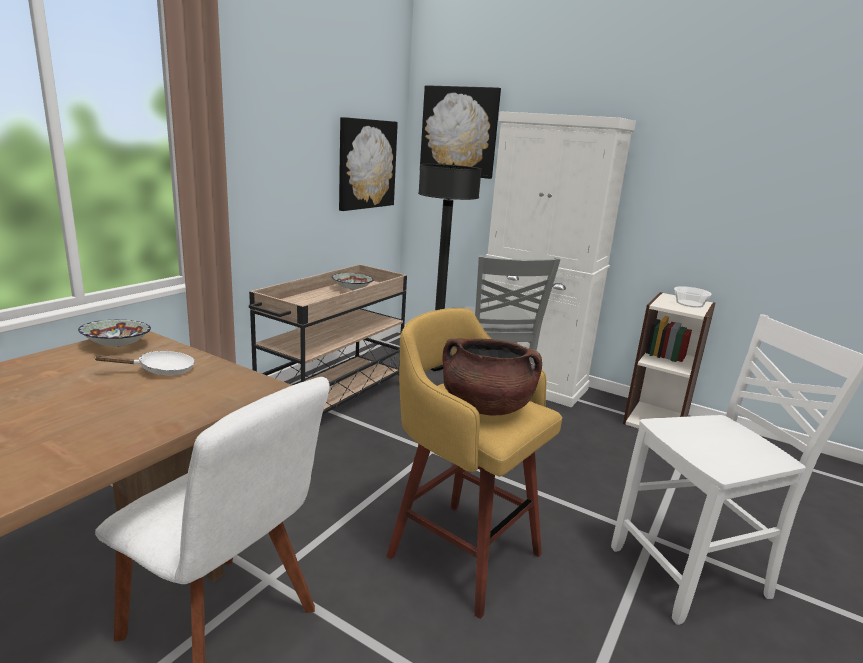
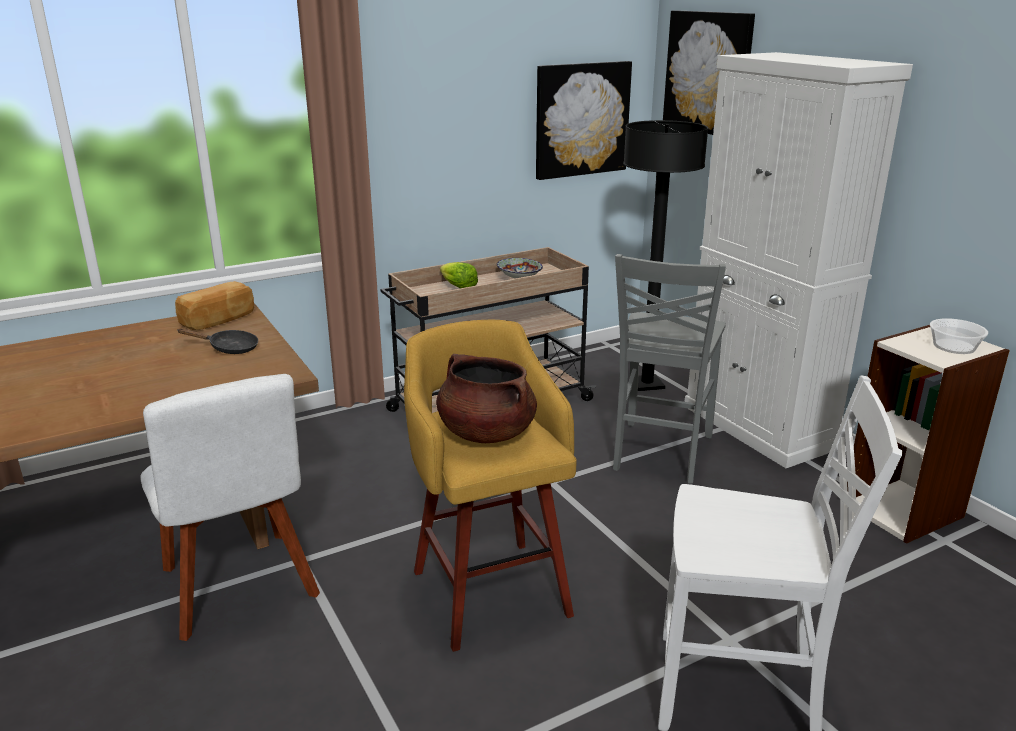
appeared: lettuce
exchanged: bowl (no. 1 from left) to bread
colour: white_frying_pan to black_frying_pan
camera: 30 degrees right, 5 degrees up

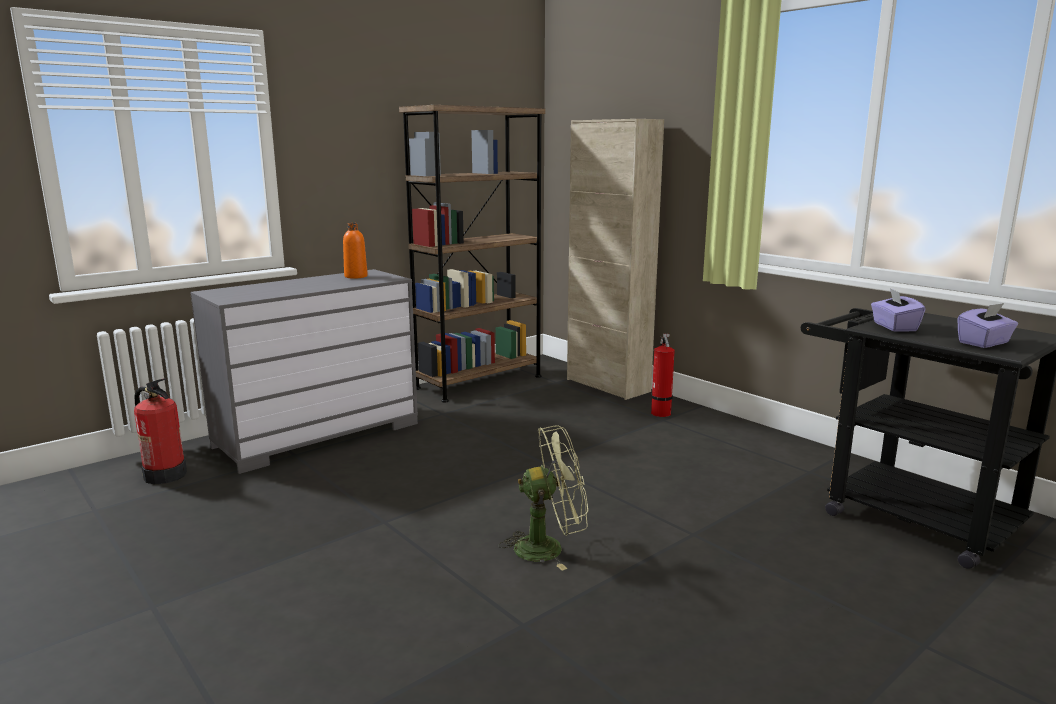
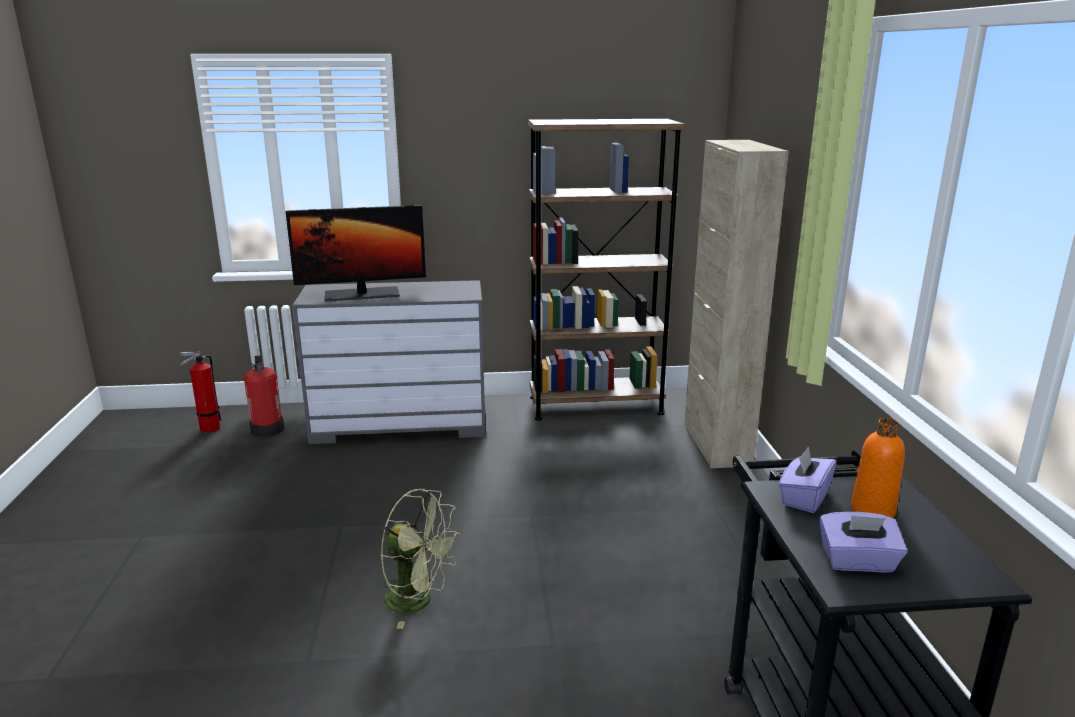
appeared: monitor
relocated: orange_bottle; fire_extinguisher (no. 2 from left in the first image) to fire_extinguisher (no. 1 from left)
camera: 35 degrees right, 5 degrees up

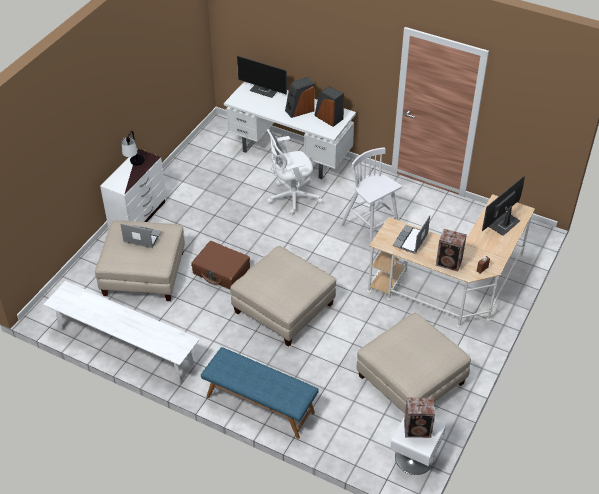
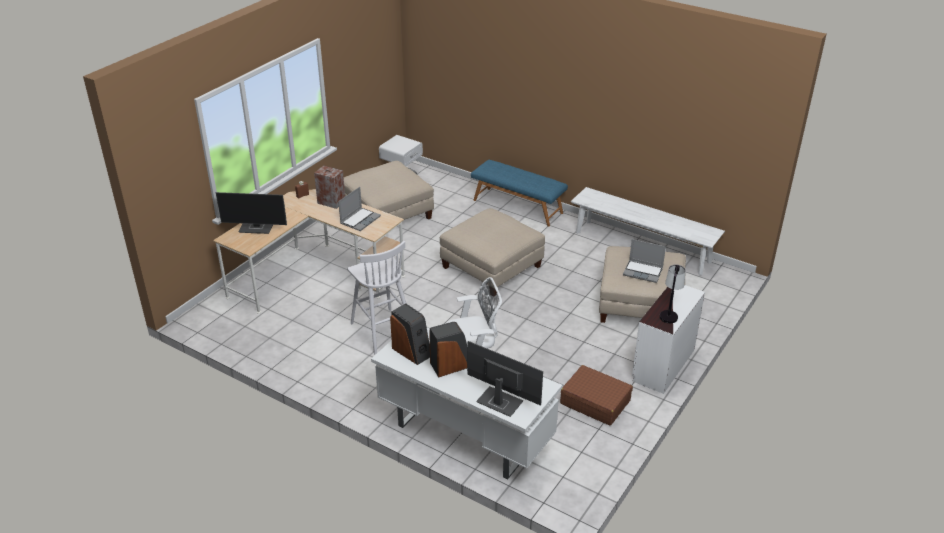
missing: speaker (no. 3 from left)
relocated: brown_suitcase
spun: monitor (no. 2 from left in the first image) 45 degrees clockwise
camera: 175 degrees left, 10 degrees down

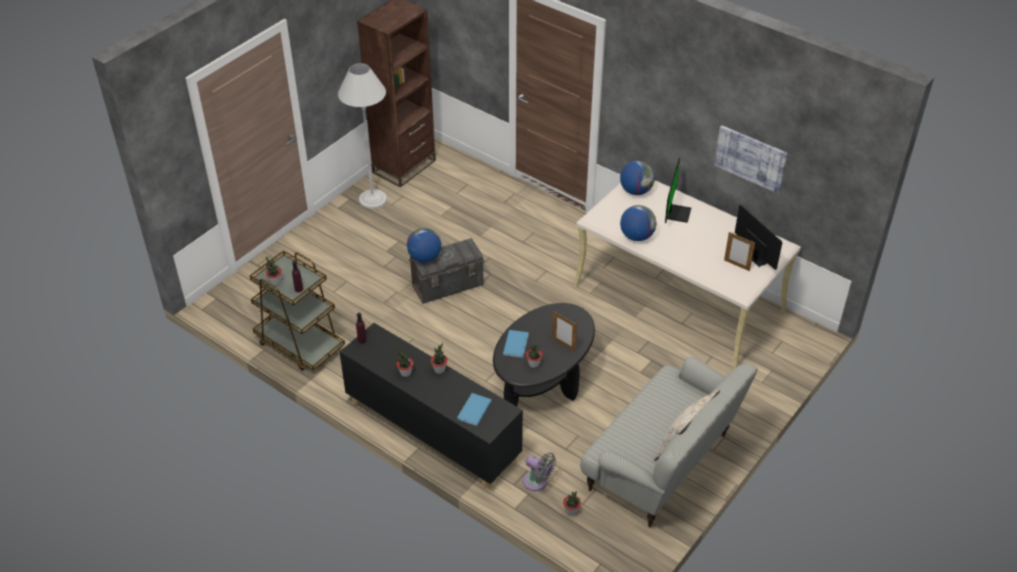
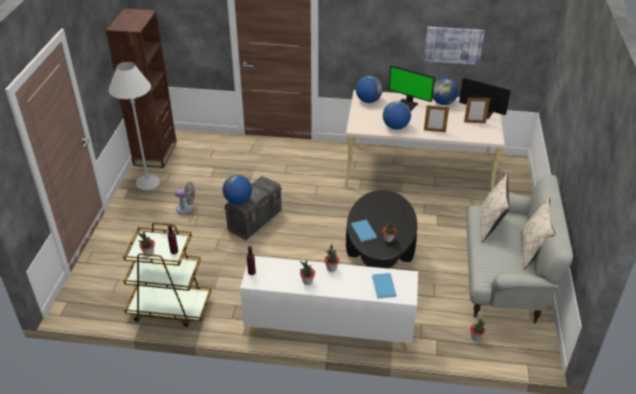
appeared: globe (no. 4 from left); beige_pillow (no. 1 from left)
relocated: picture_frame (no. 1 from left); grey_fan
colour: black_cabinet to white_cabinet
spun: monitor (no. 1 from left) 135 degrees clockwise
camera: 30 degrees left, 5 degrees down

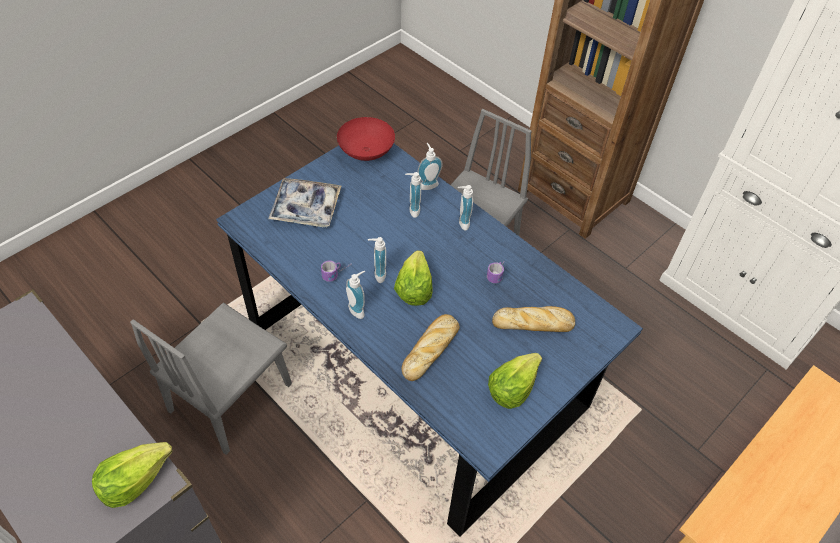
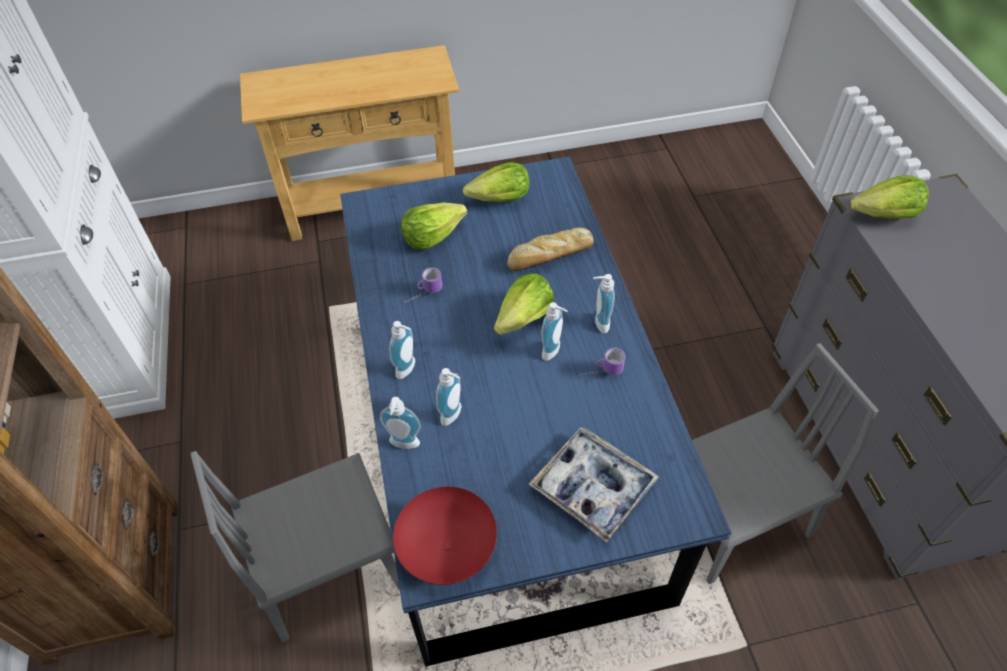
exchanged: bread (no. 2 from left) to lettuce (no. 1 from left)
camera: 145 degrees left, 0 degrees up

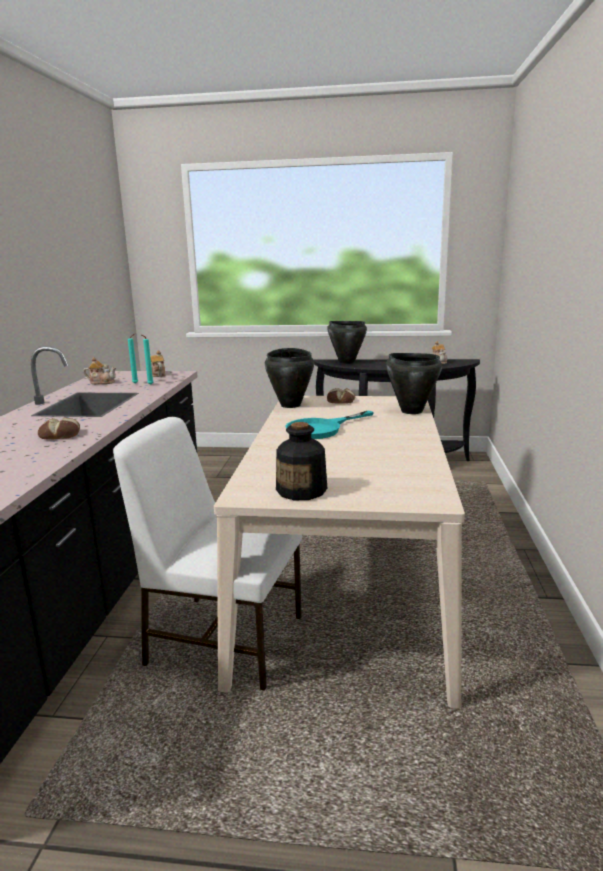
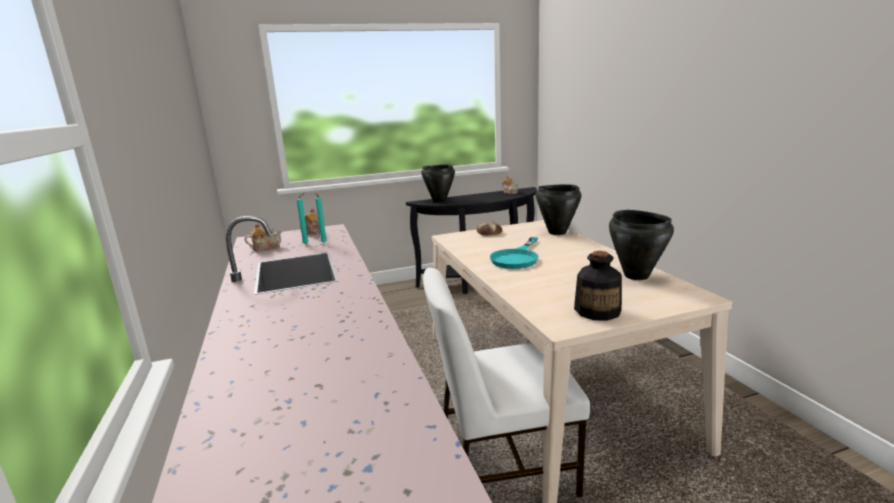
missing: bread (no. 1 from left)
relocated: black_cooking_pot (no. 1 from left in the first image) to black_cooking_pot (no. 3 from left)
camera: 25 degrees left, 0 degrees up

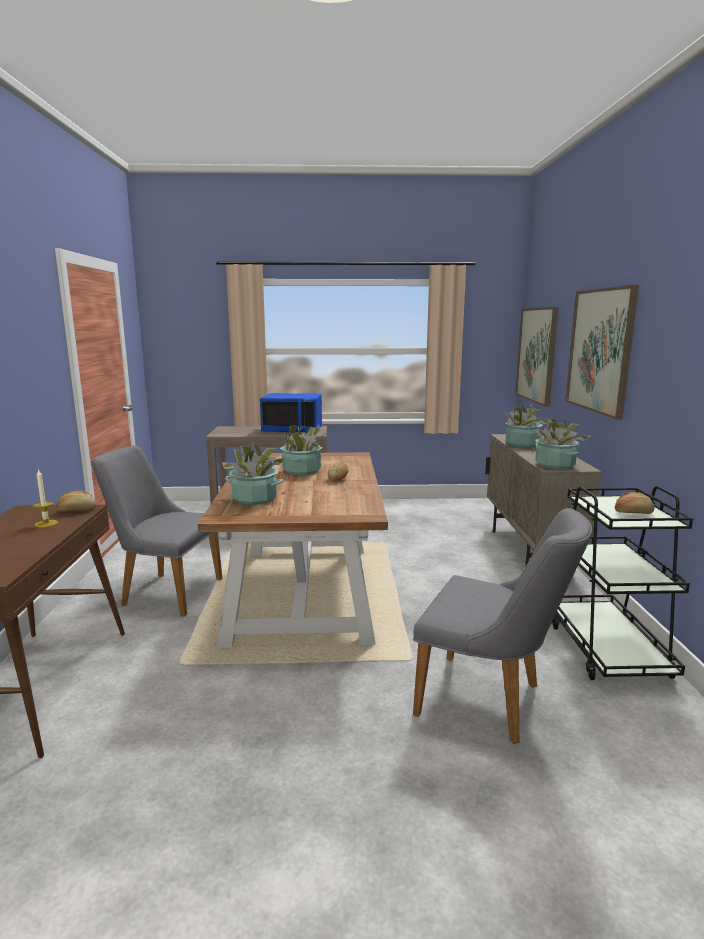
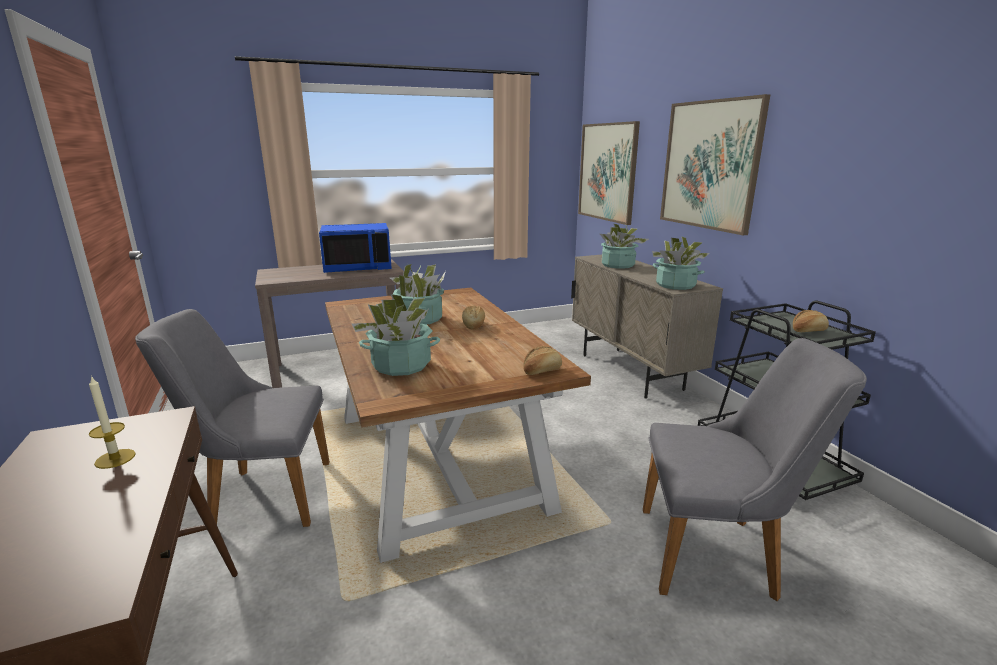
relocated: bread (no. 1 from left in the first image) to bread (no. 2 from left)
camera: 20 degrees left, 5 degrees up

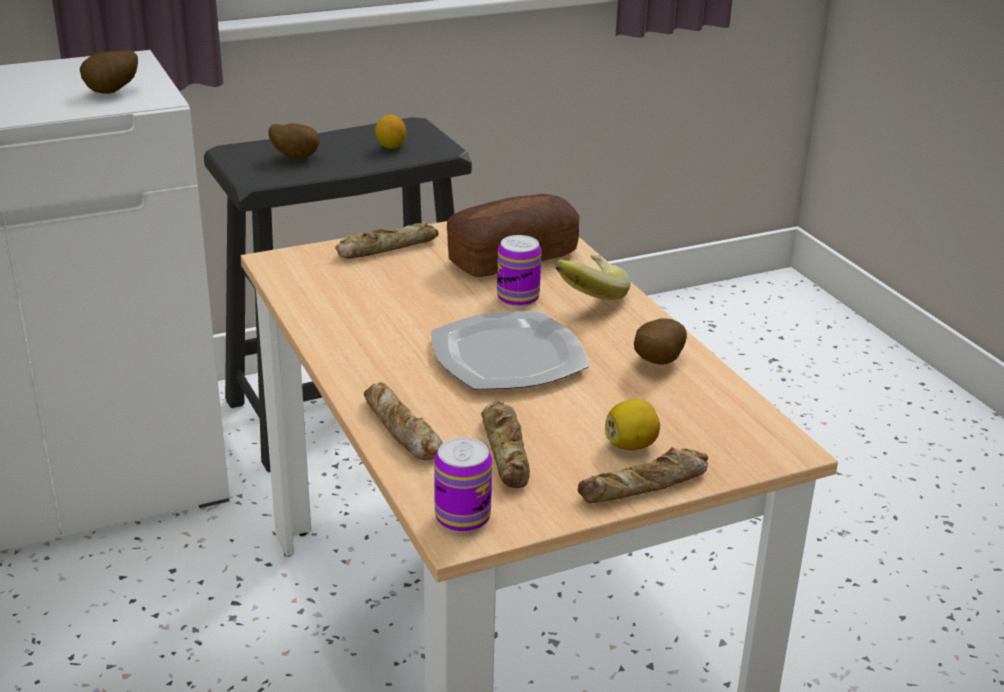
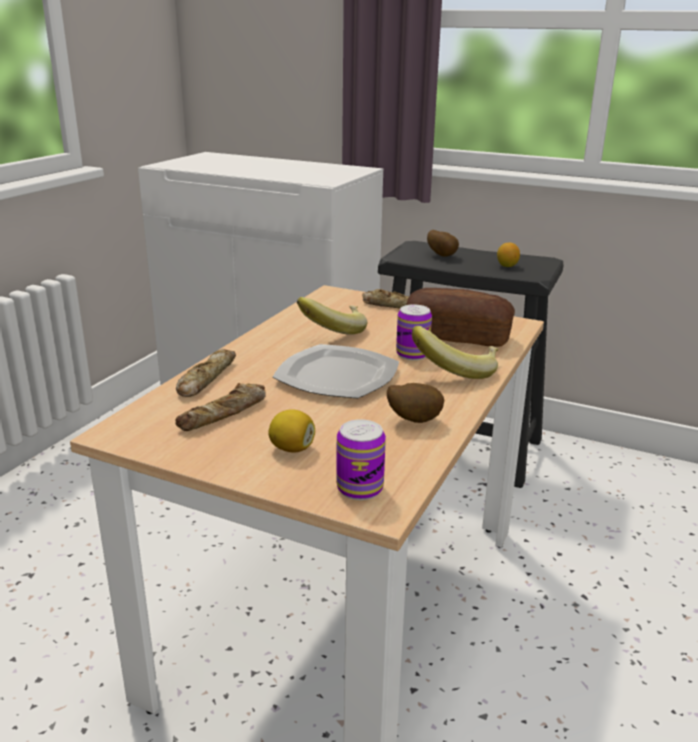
missing: potato (no. 1 from left); bread (no. 5 from left)
appeared: banana (no. 1 from left)
relocated: can (no. 1 from left)
camera: 50 degrees right, 5 degrees down

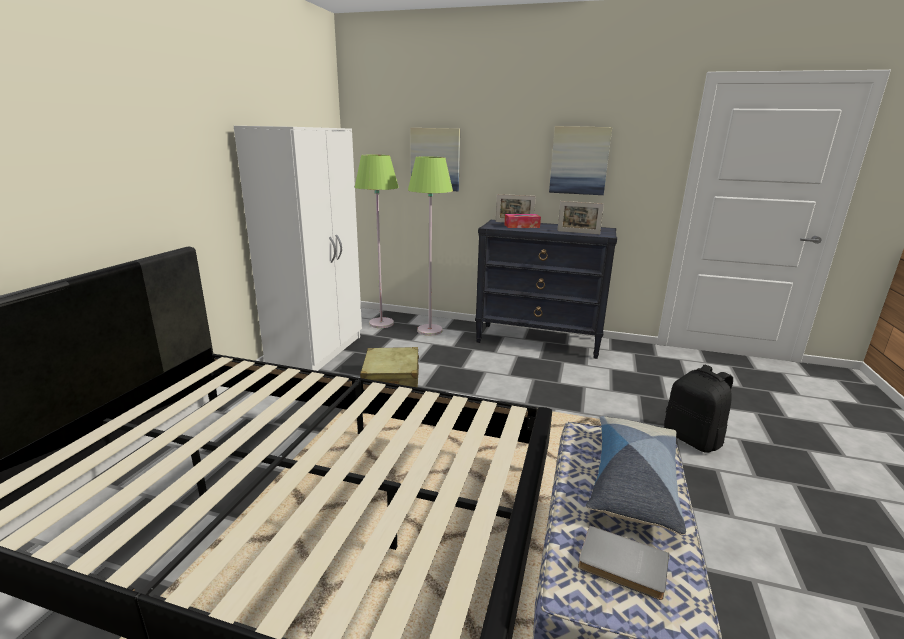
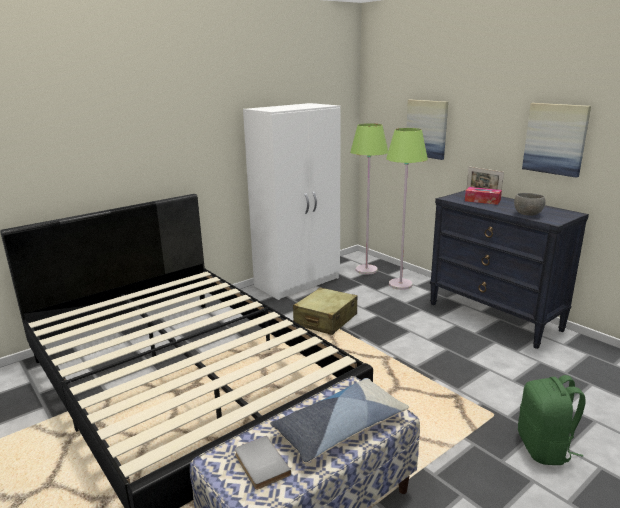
exchanged: picture_frame (no. 2 from left) to grey_bowl
colour: black_backpack to green_backpack
camera: 35 degrees right, 0 degrees up

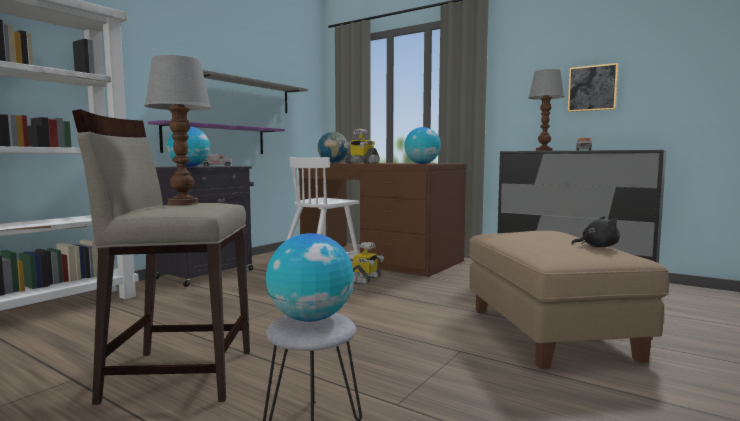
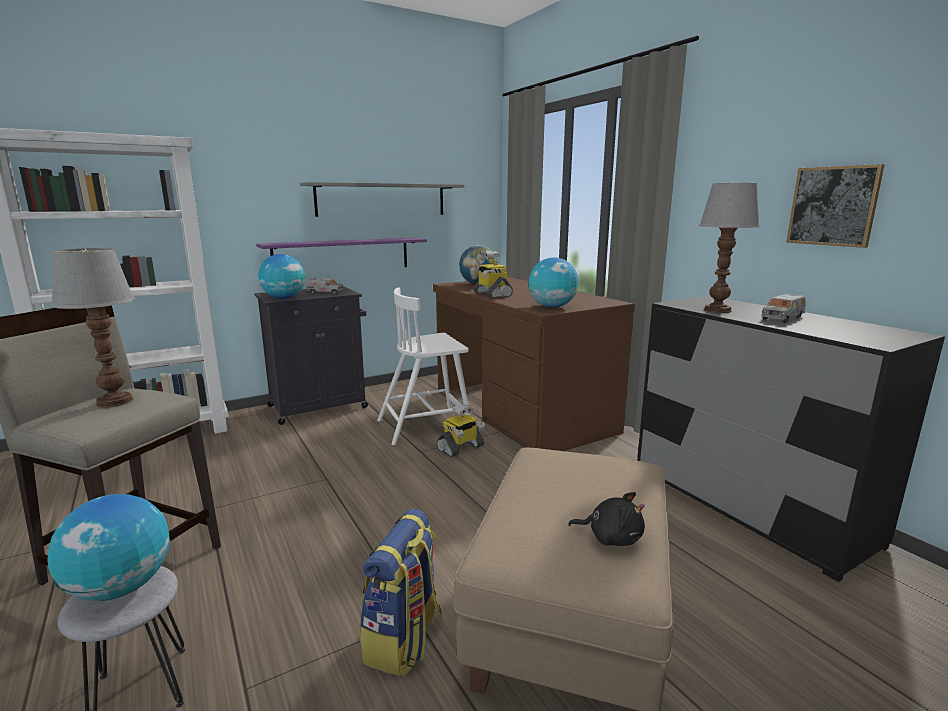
appeared: backpack
camera: 25 degrees right, 10 degrees up

